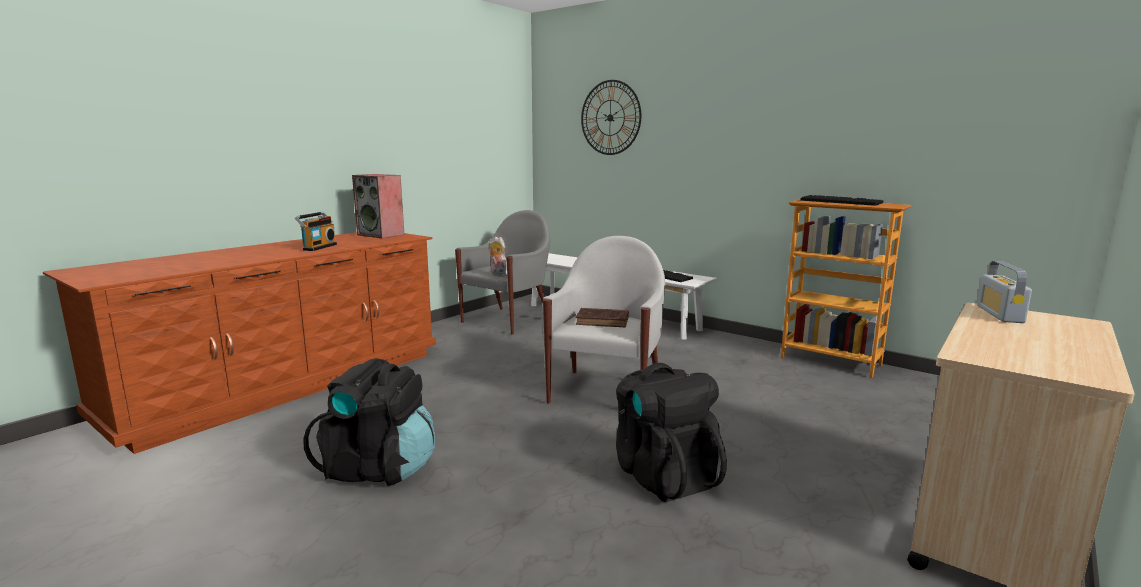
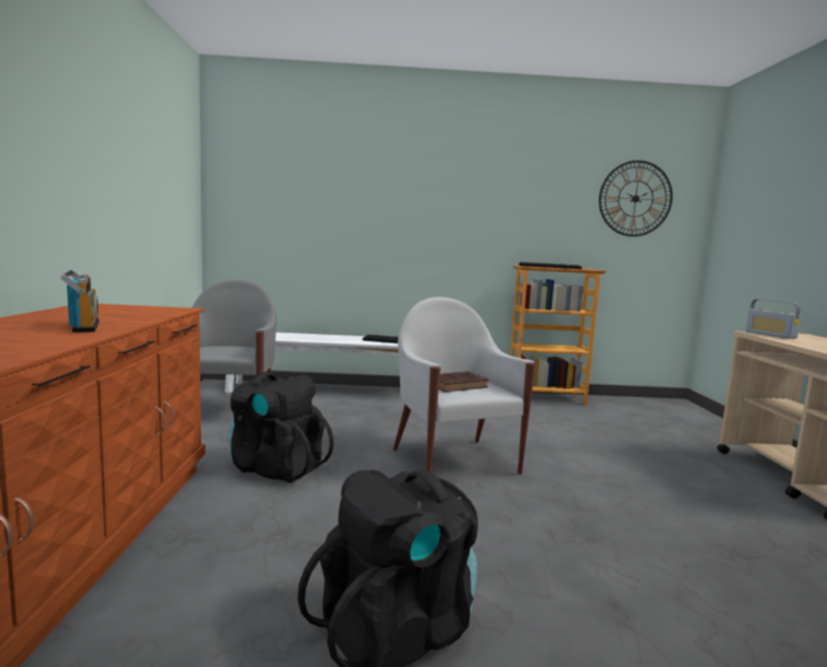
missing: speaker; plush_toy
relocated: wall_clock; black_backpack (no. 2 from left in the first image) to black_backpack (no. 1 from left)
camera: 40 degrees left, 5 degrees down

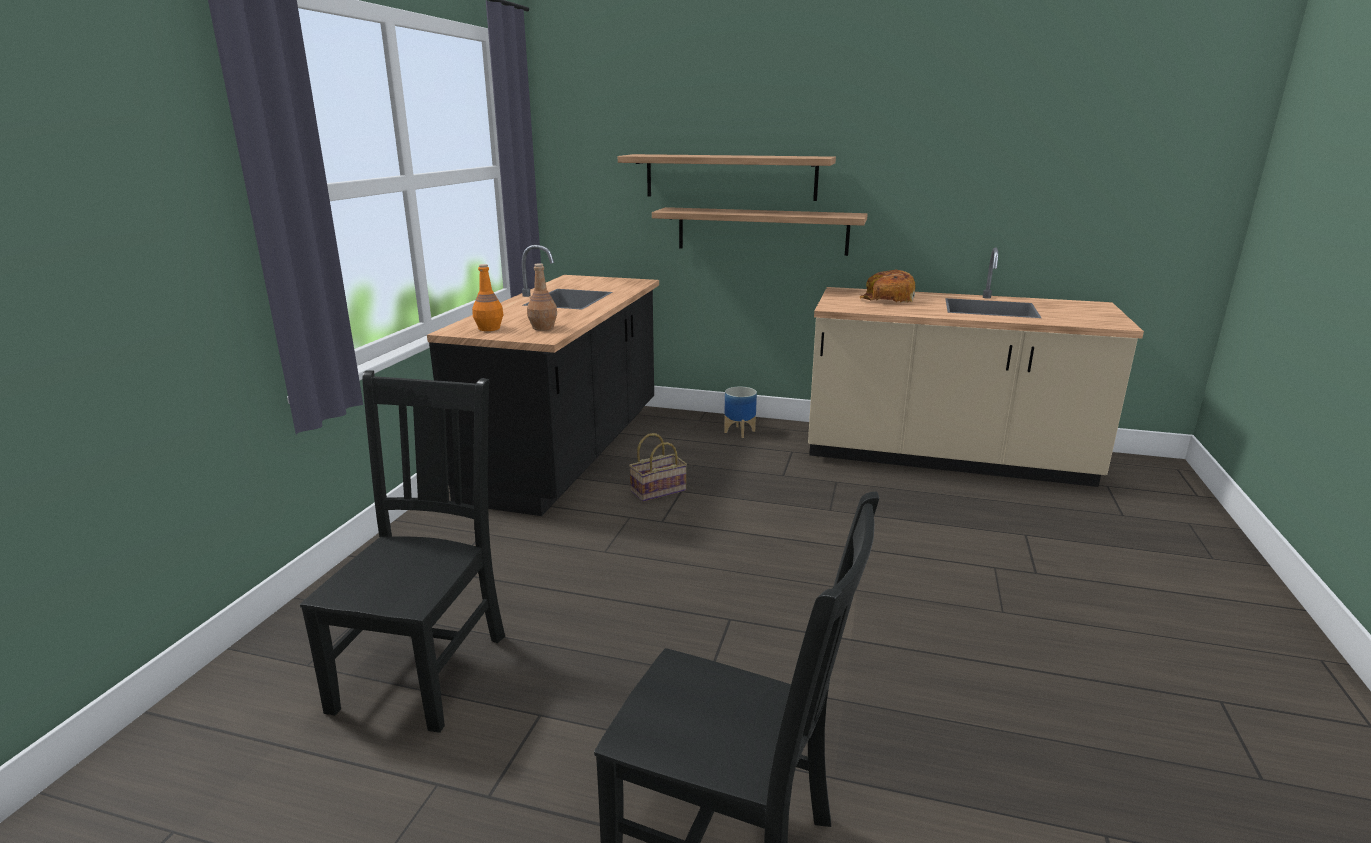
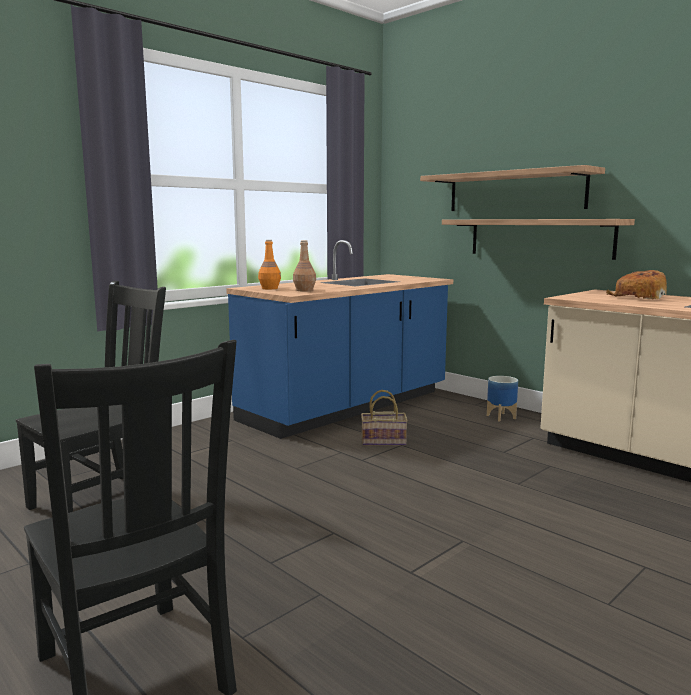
colour: black_counter to blue_counter
camera: 30 degrees right, 10 degrees down

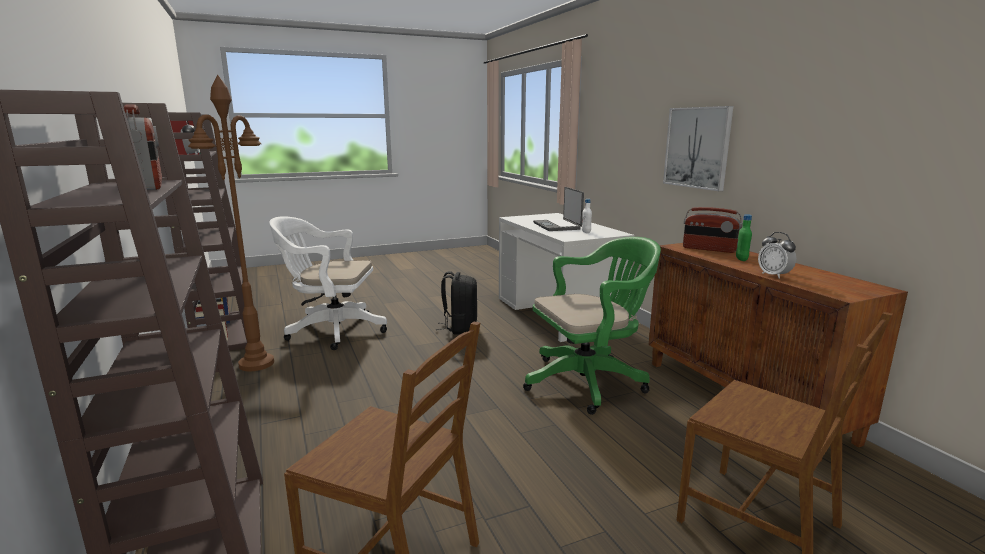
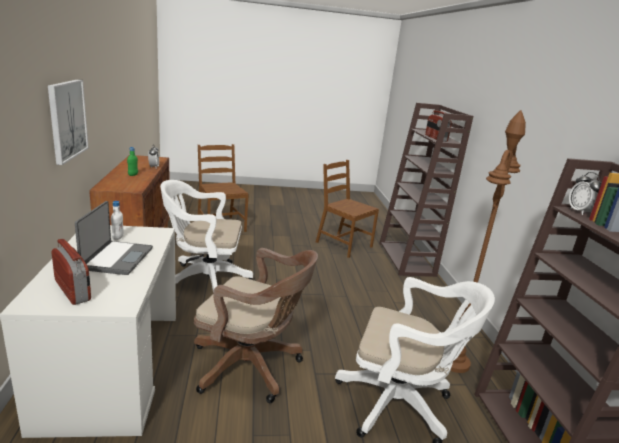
relocated: radio (no. 2 from left in the first image) to radio (no. 1 from left)
exchanged: black_backpack to brown_office_chair
colour: green_office_chair to white_office_chair (no. 1 from left)
camera: 165 degrees left, 5 degrees up

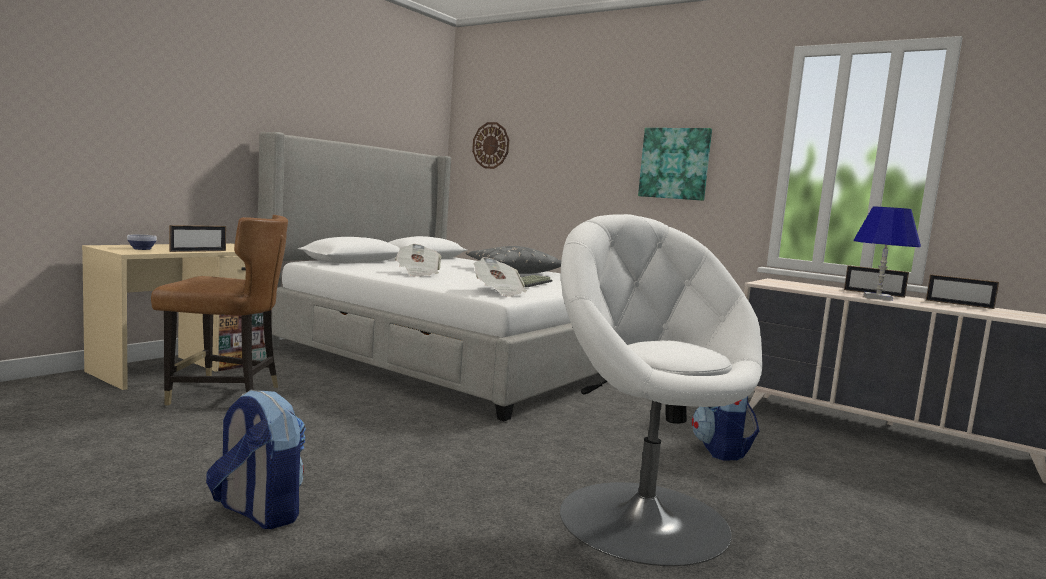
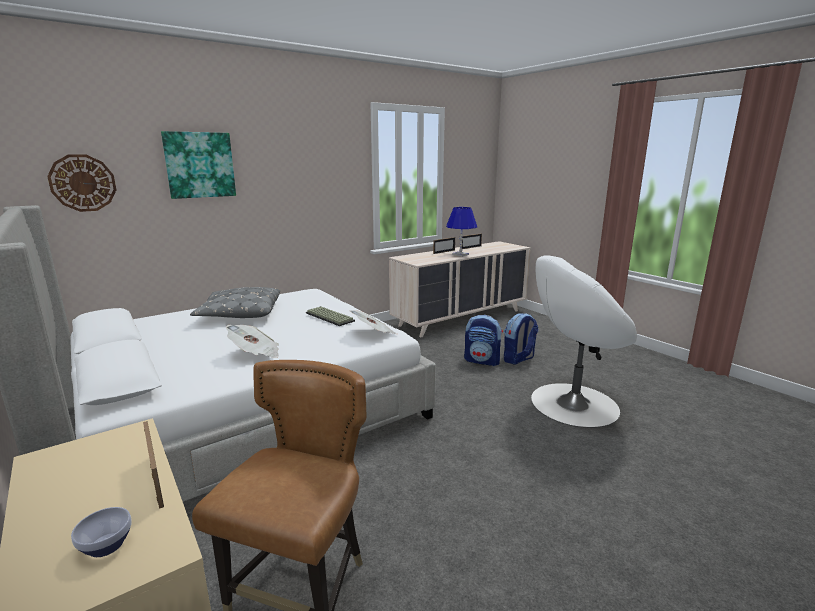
relocated: picture; backpack (no. 1 from left in the first image) to backpack (no. 2 from left)
camera: 70 degrees left, 10 degrees up

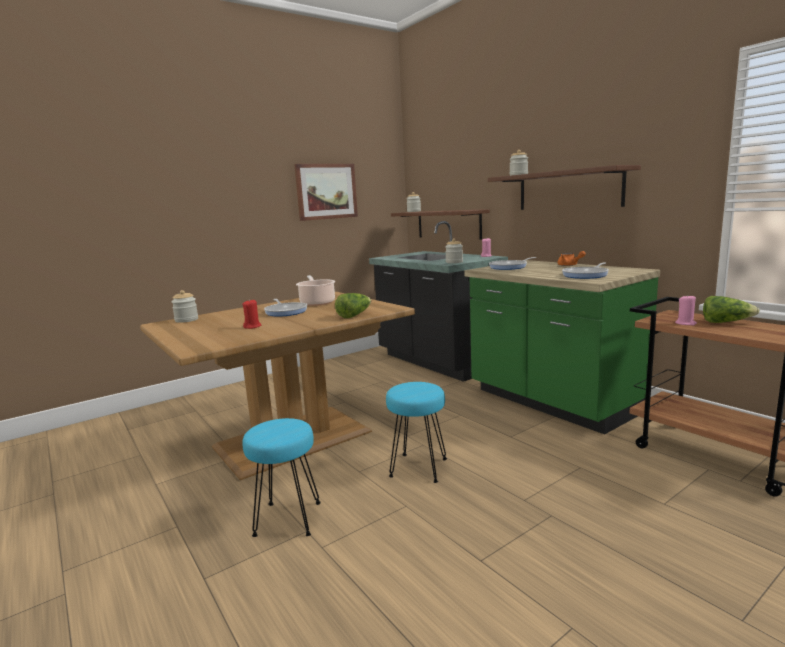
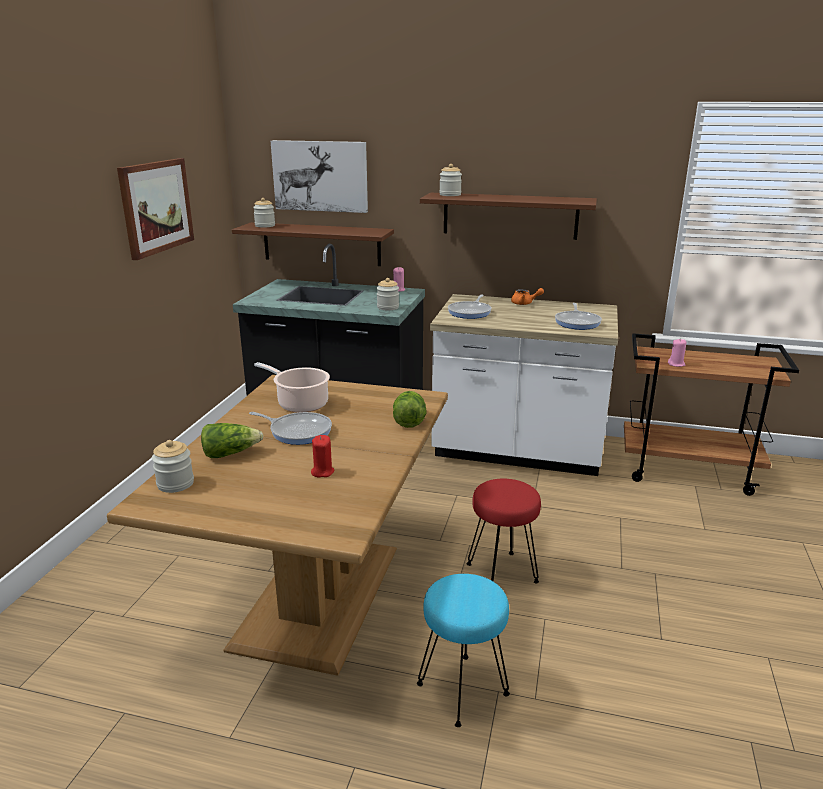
appeared: picture (no. 2 from left)
relocated: lettuce (no. 2 from left in the first image) to lettuce (no. 1 from left)
colour: green_counter to white_counter; turquoise_stool (no. 2 from left) to red_stool
camera: 40 degrees left, 10 degrees up

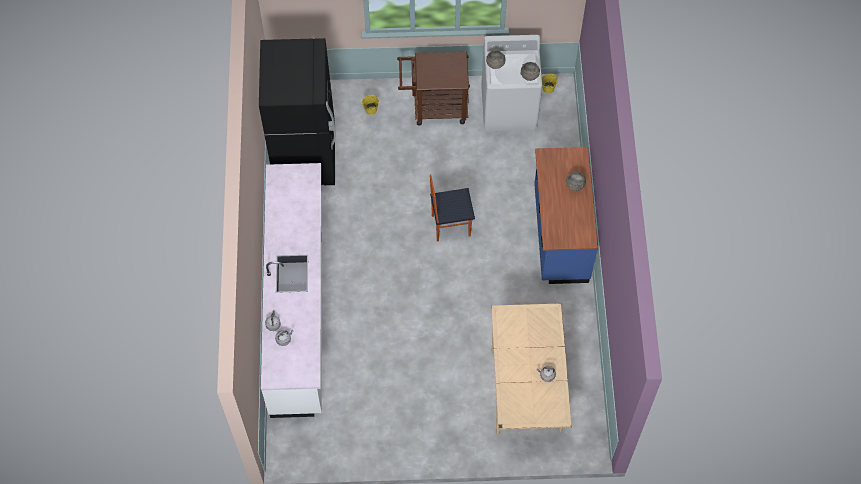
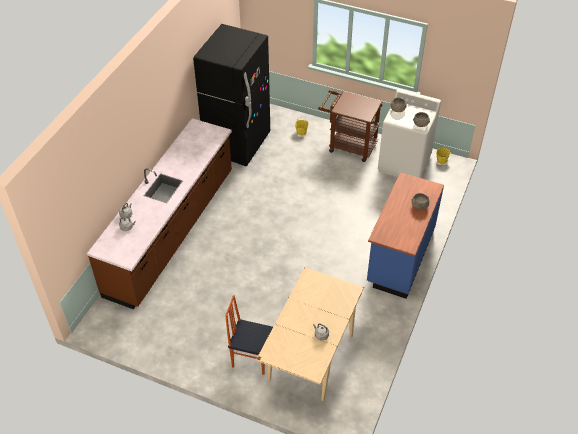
relocated: chair
colour: white_counter to brown_counter
camera: 25 degrees right, 15 degrees down

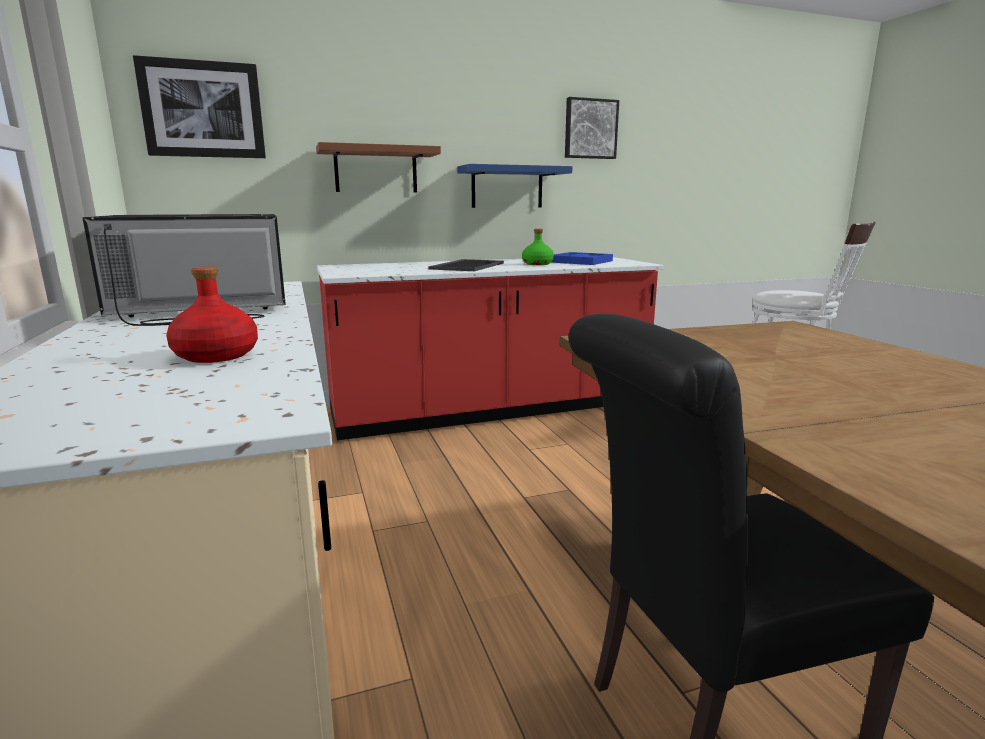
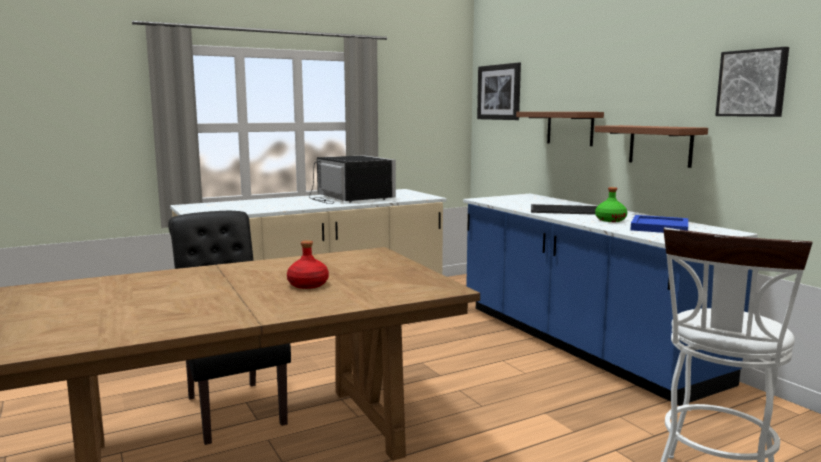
relocated: red_bottle
colour: blue_shelf to brown_shelf (no. 2 from left); red_counter to blue_counter
camera: 80 degrees right, 5 degrees down

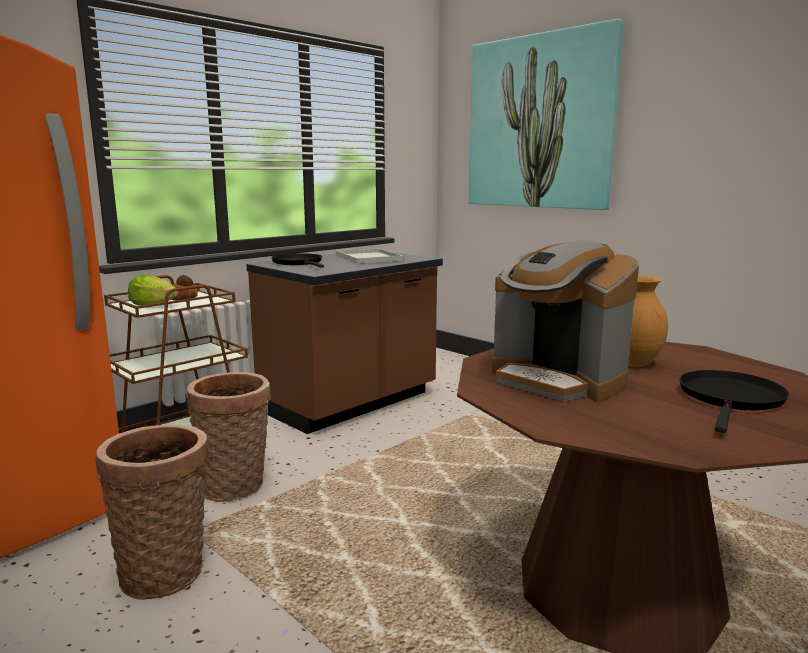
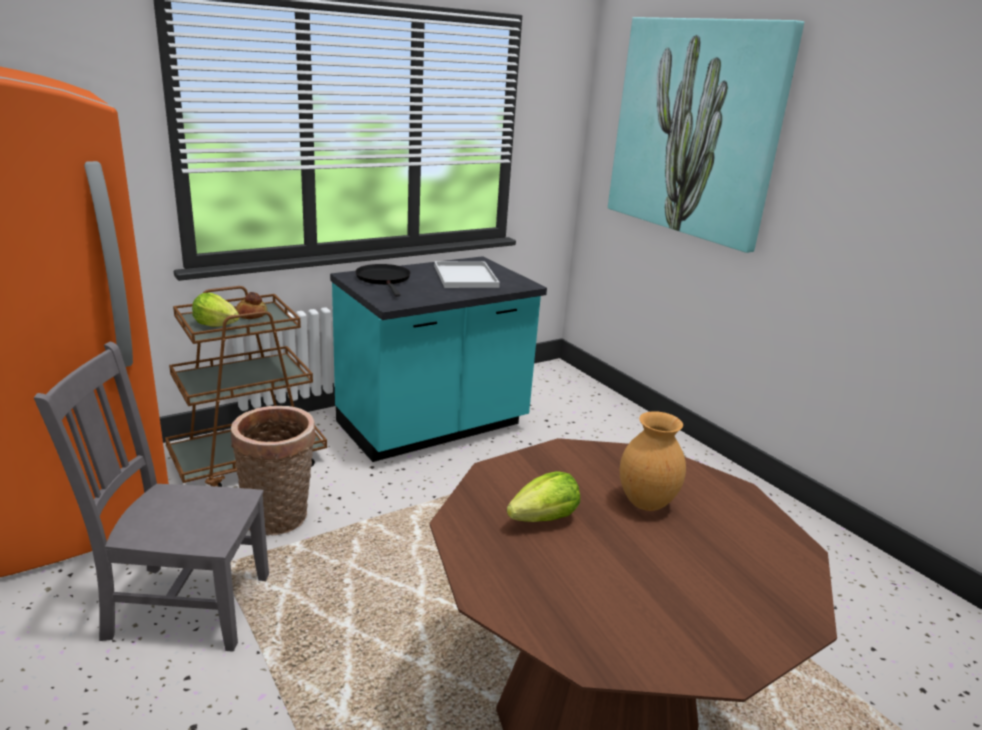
missing: black_frying_pan (no. 2 from left)
exchanged: coffee_machine to lettuce (no. 2 from left); basket (no. 1 from left) to grey_chair
colour: brown_counter to turquoise_counter
camera: 10 degrees right, 10 degrees up

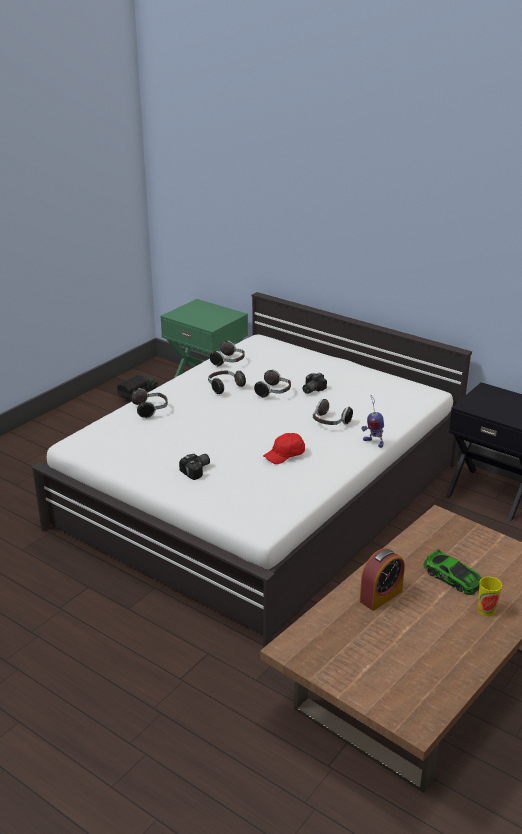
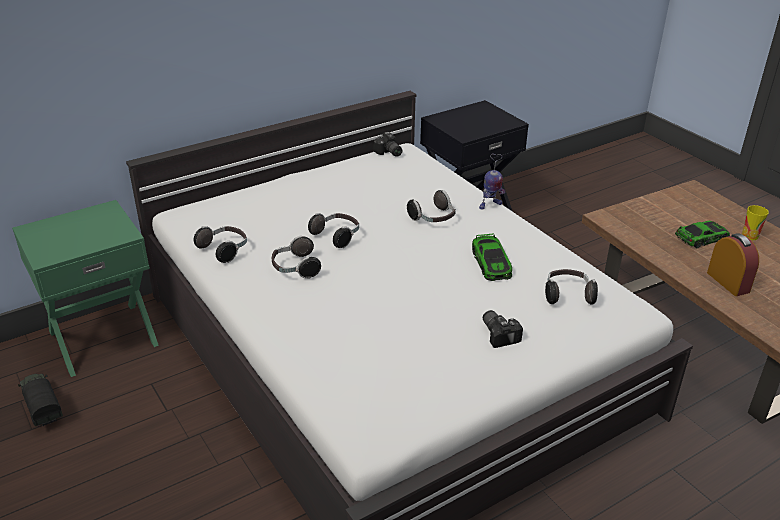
relocated: photo_camera (no. 2 from left in the first image) to photo_camera (no. 1 from left); headphones (no. 1 from left in the first image) to headphones (no. 5 from left)
exchanged: red_cap to toy_car (no. 1 from left)
camera: 70 degrees left, 5 degrees up

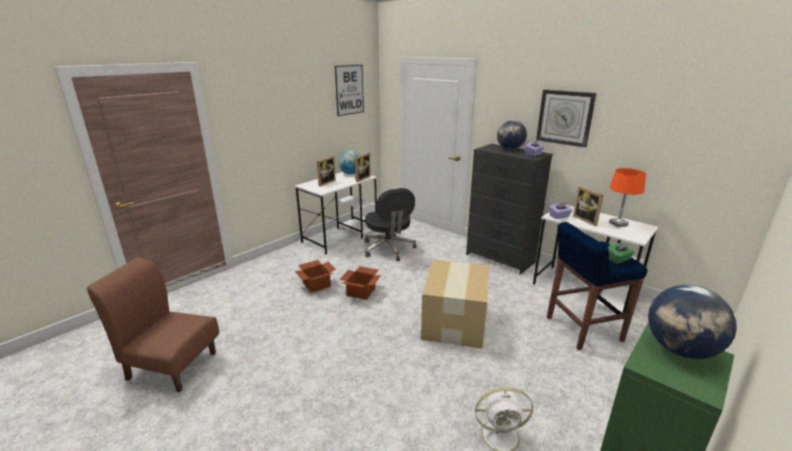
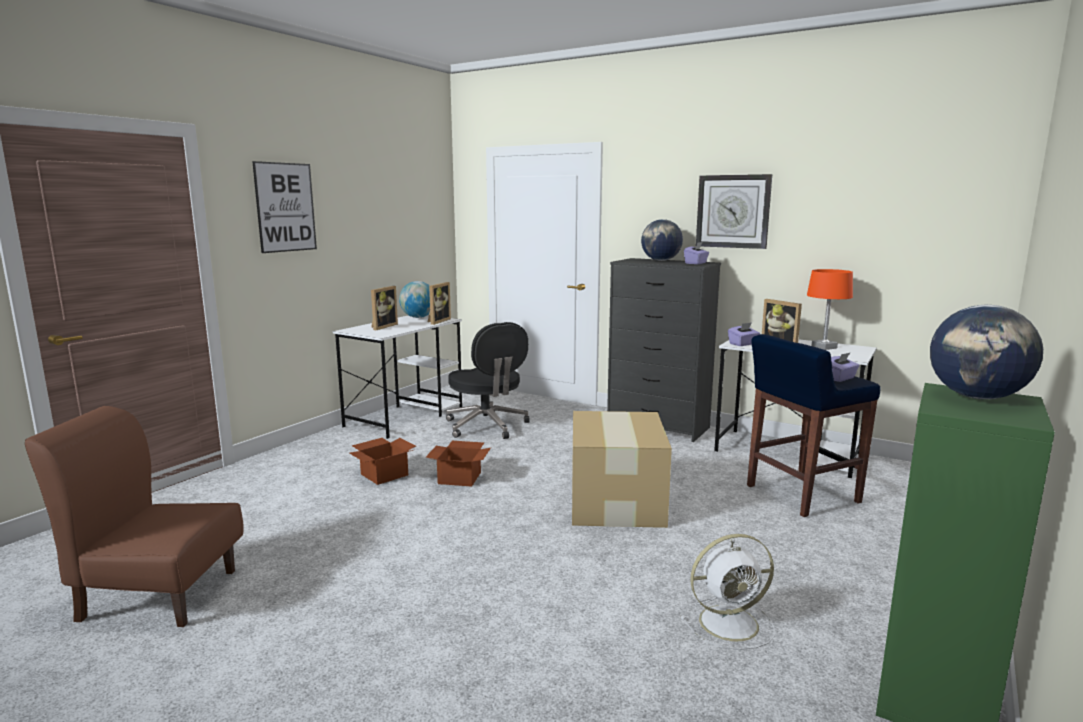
relocated: picture
colour: green_tissue_box to purple_tissue_box (no. 3 from left)
camera: 10 degrees left, 10 degrees down

